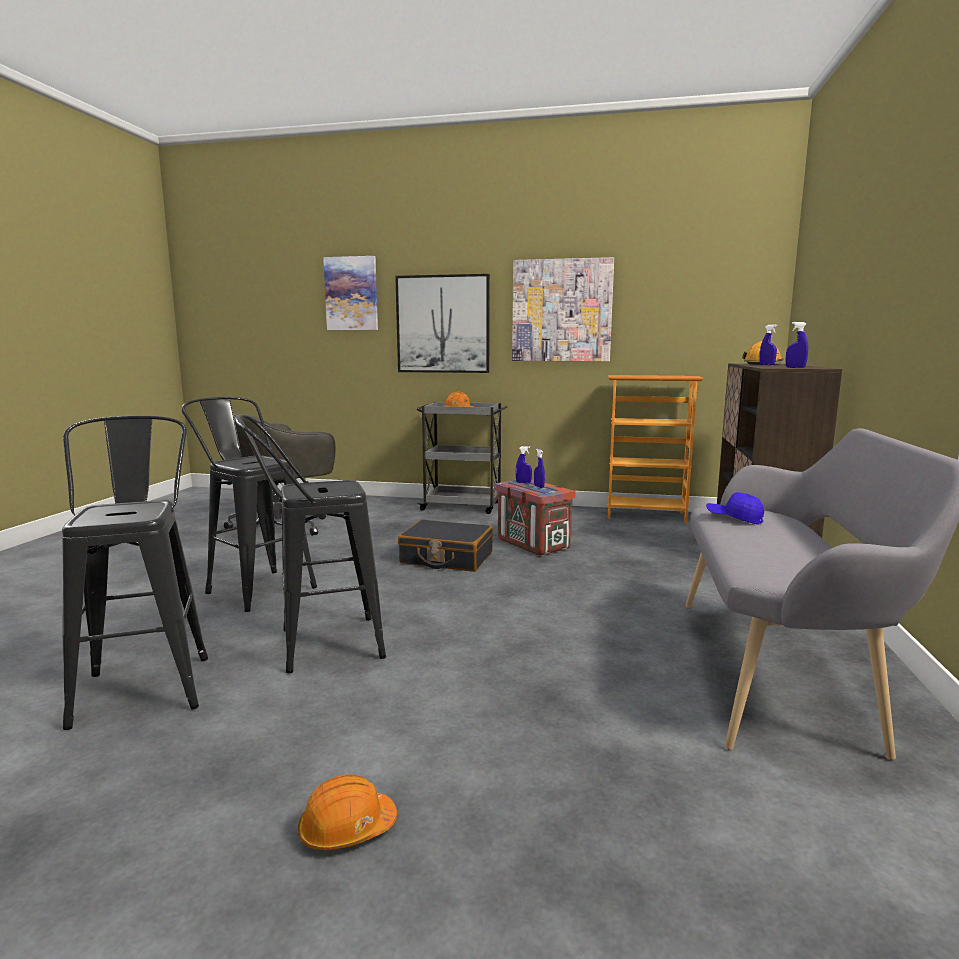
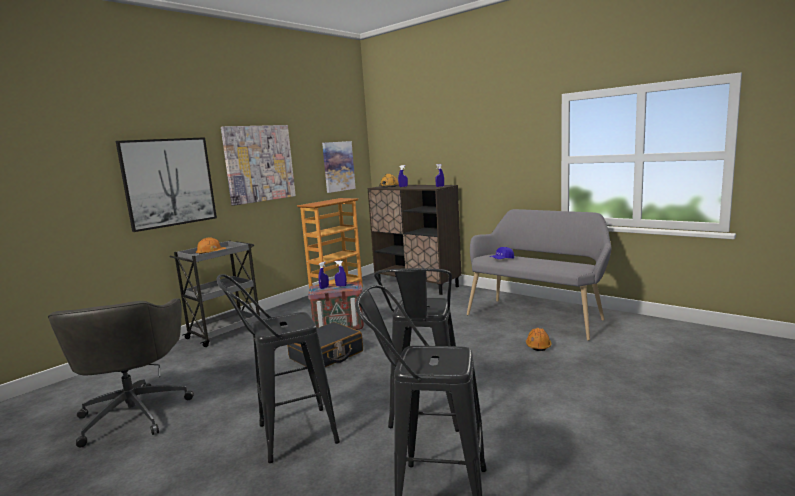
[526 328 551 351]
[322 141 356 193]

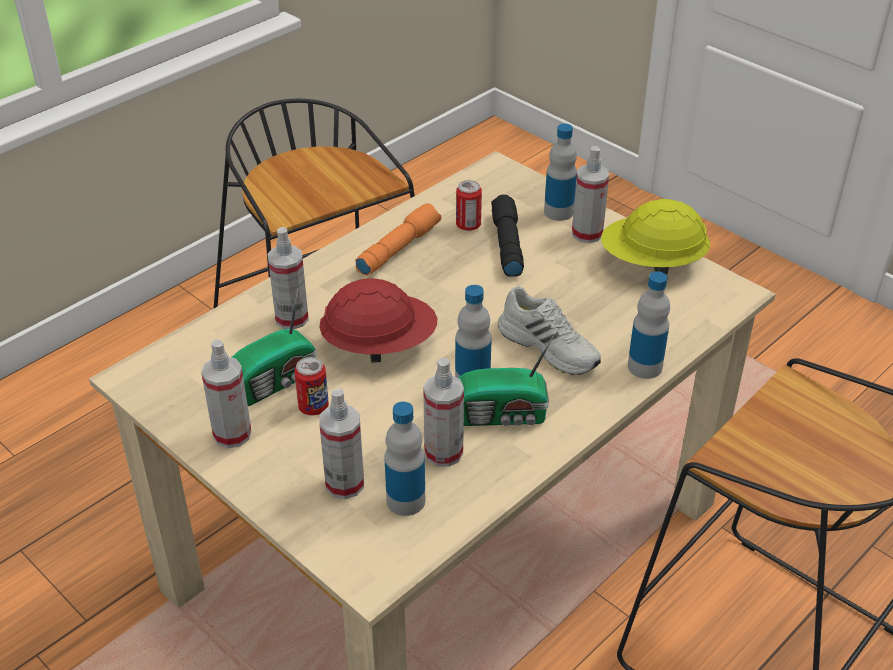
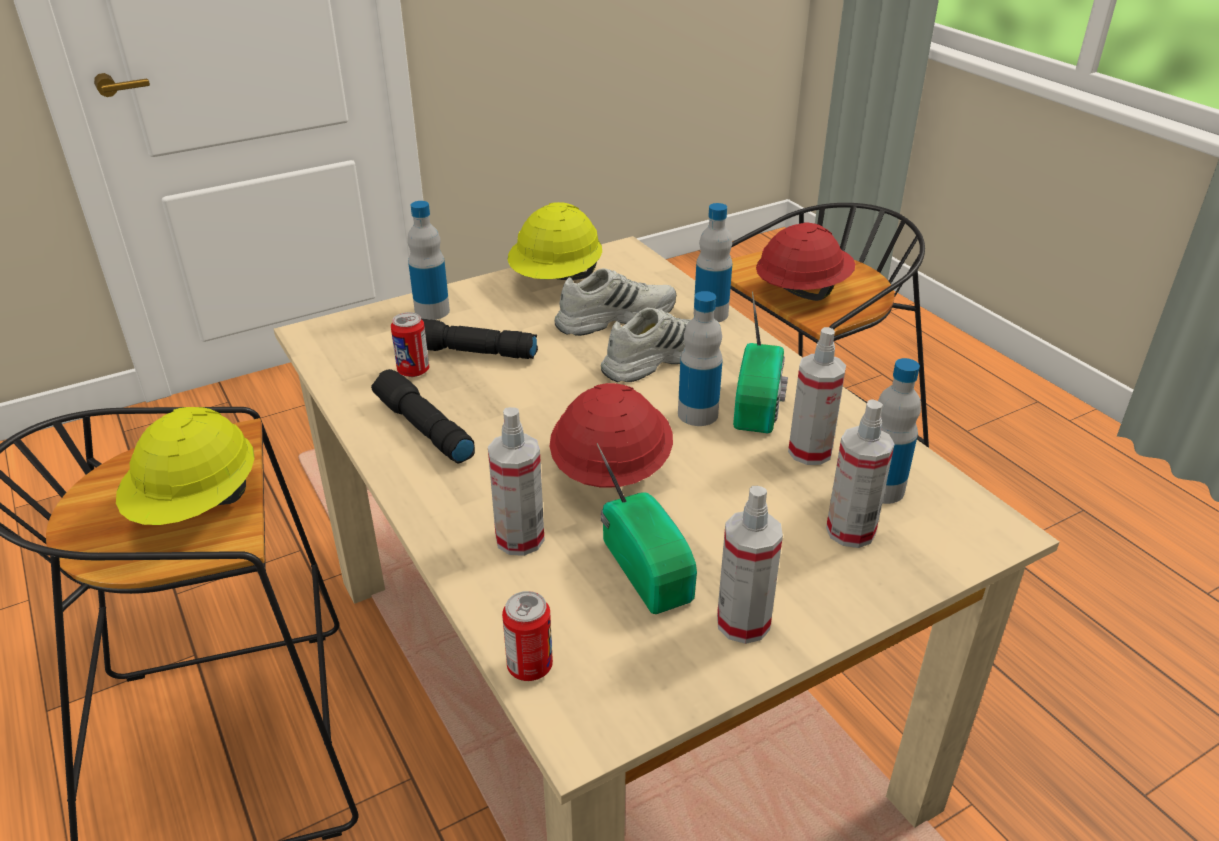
[502 591 553 681]
[371 369 475 463]
[572 146 609 243] (first image)
[116 407 255 525]
[555 268 676 336]
[756 222 855 301]

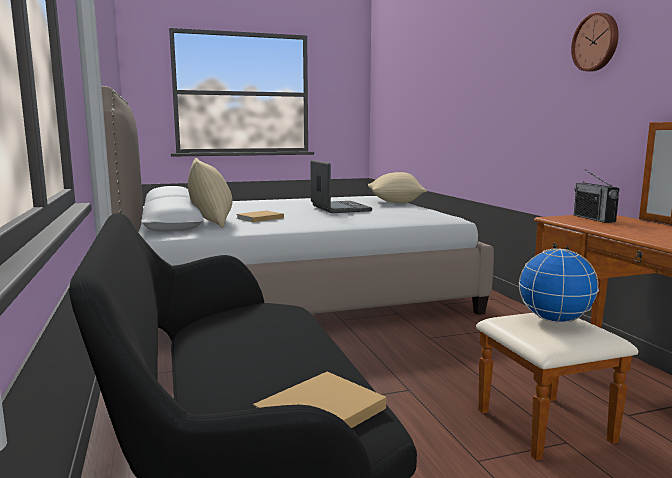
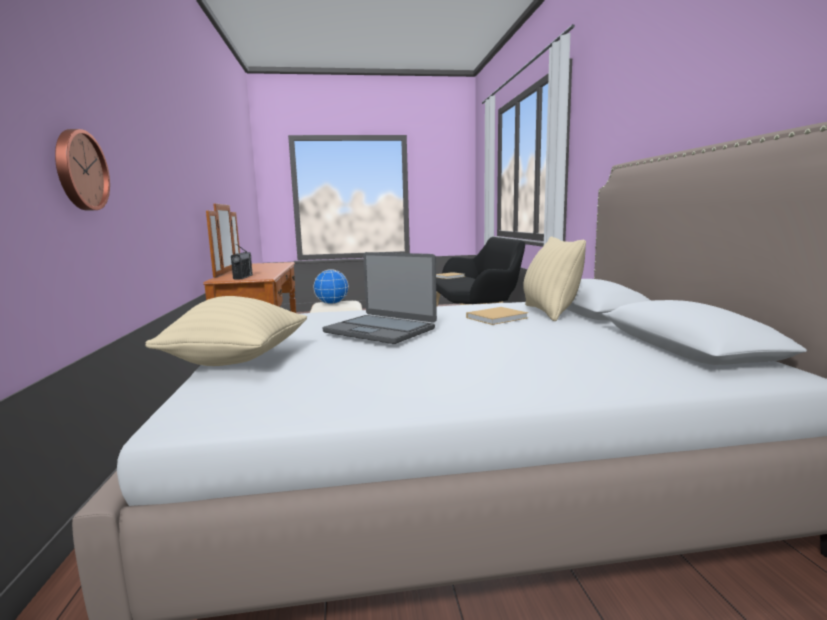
[323 252 437 344]
[55 129 110 211]

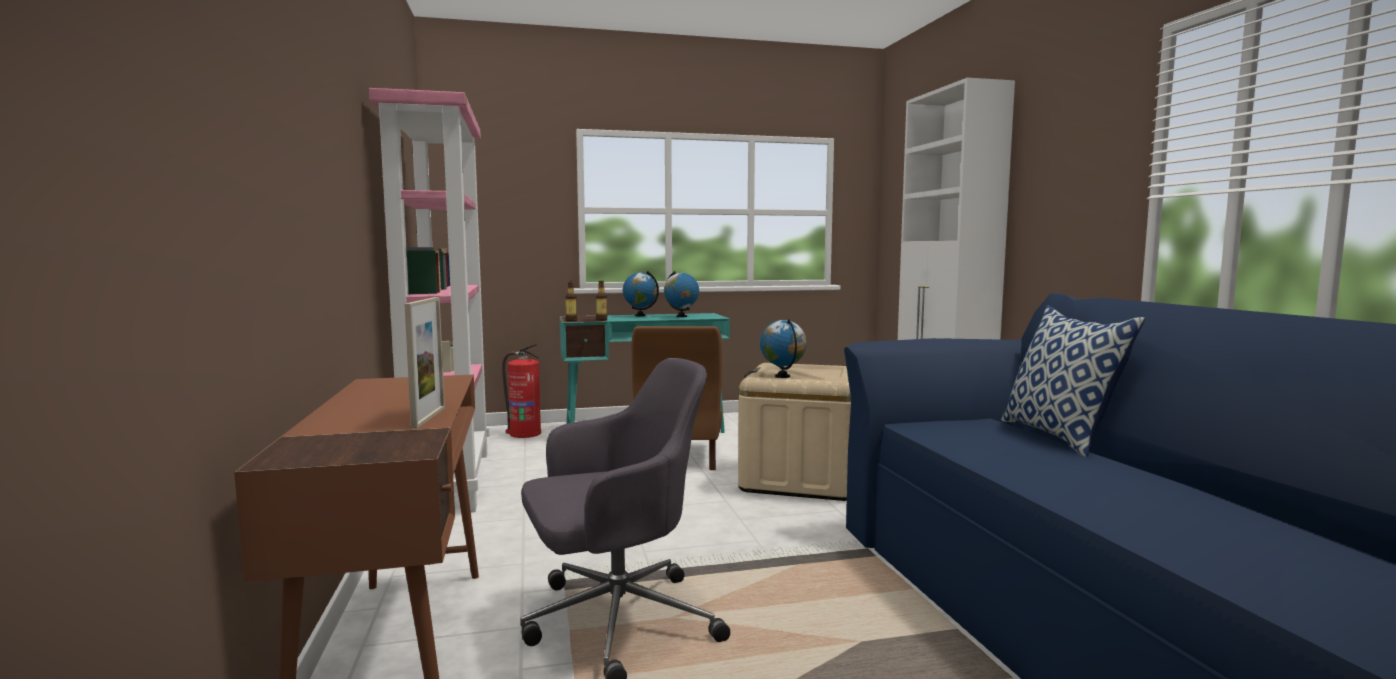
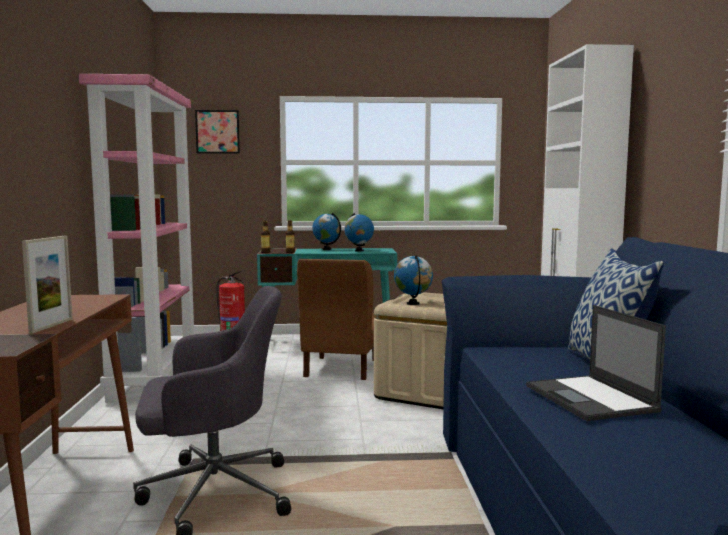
[195 110 240 154]
[526 305 666 421]

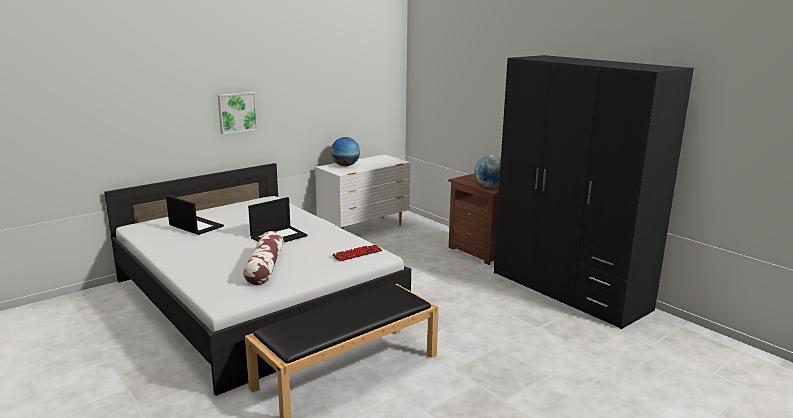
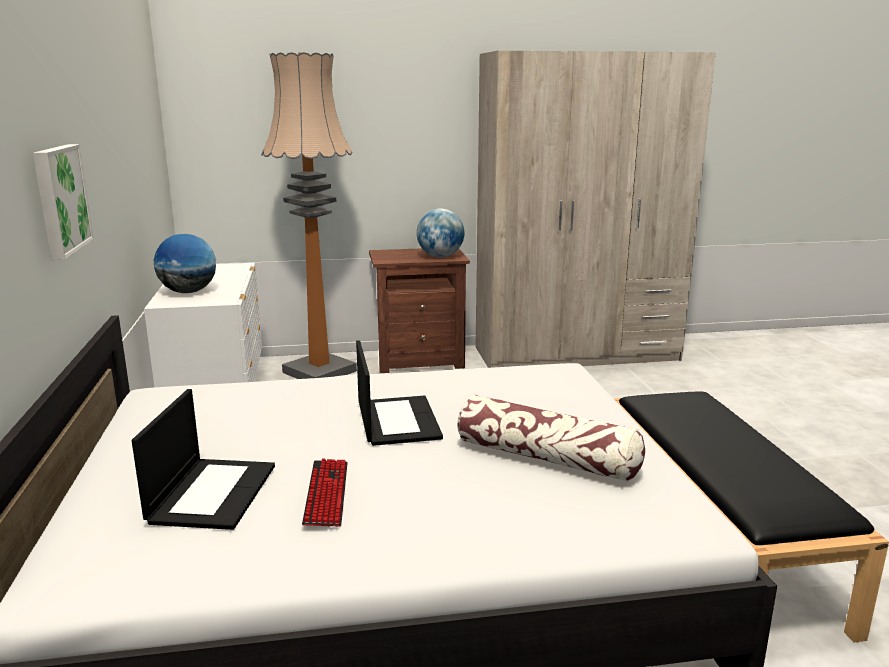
[132 389 275 530]
[302 458 348 527]
[476 51 716 368]
[261 52 357 379]

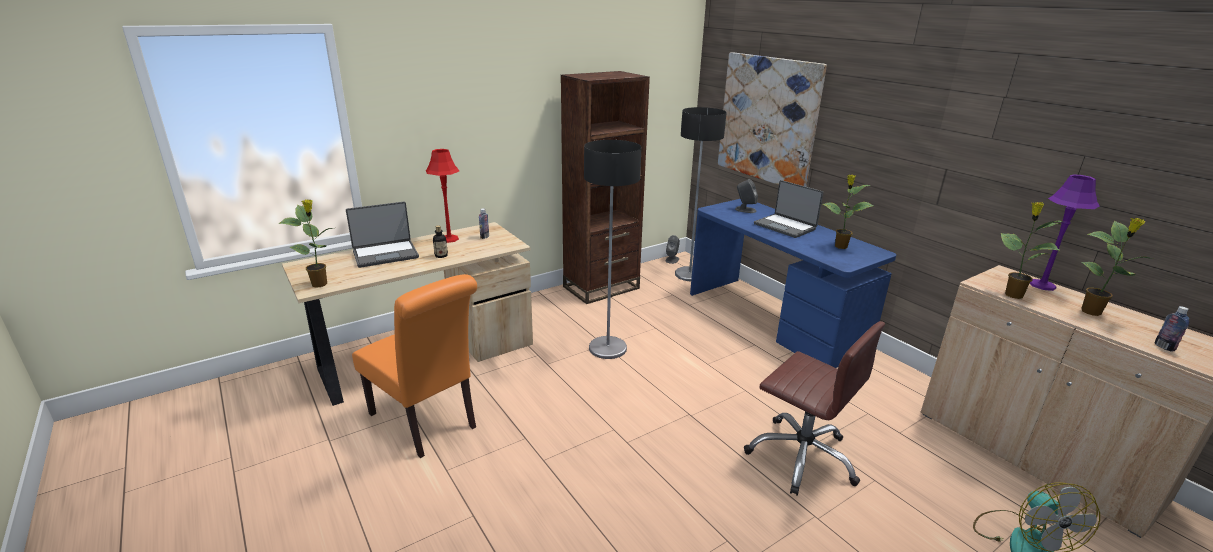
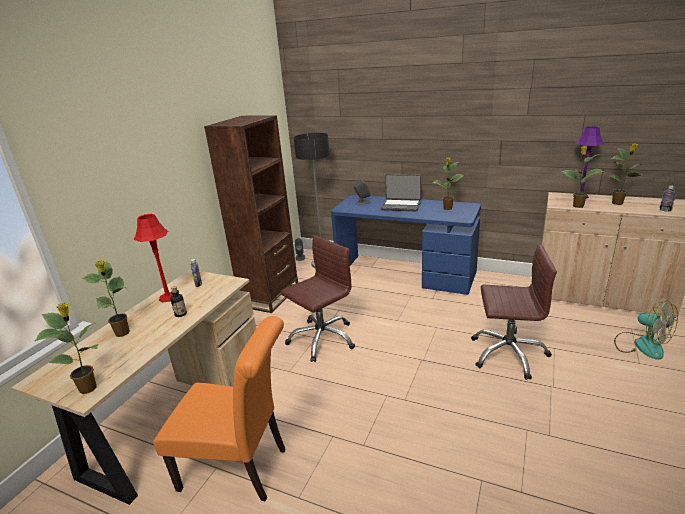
[83 260 130 337]
[281 236 355 362]
[718 52 827 187] (first image)

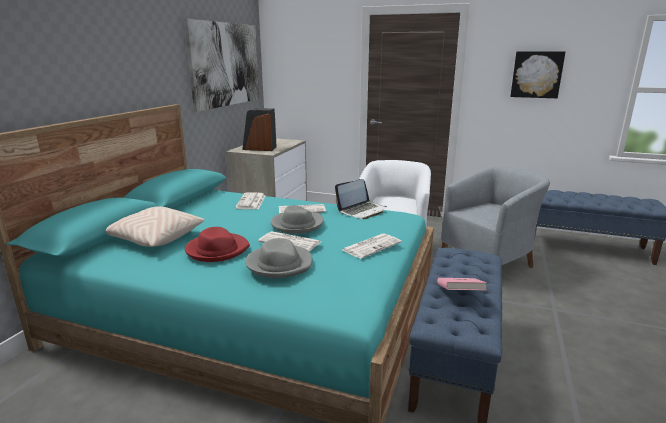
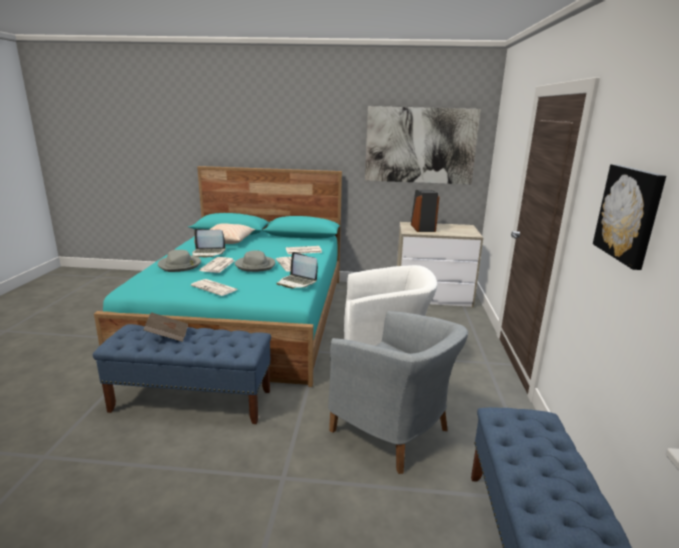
[192 229 226 258]
[143 312 188 342]

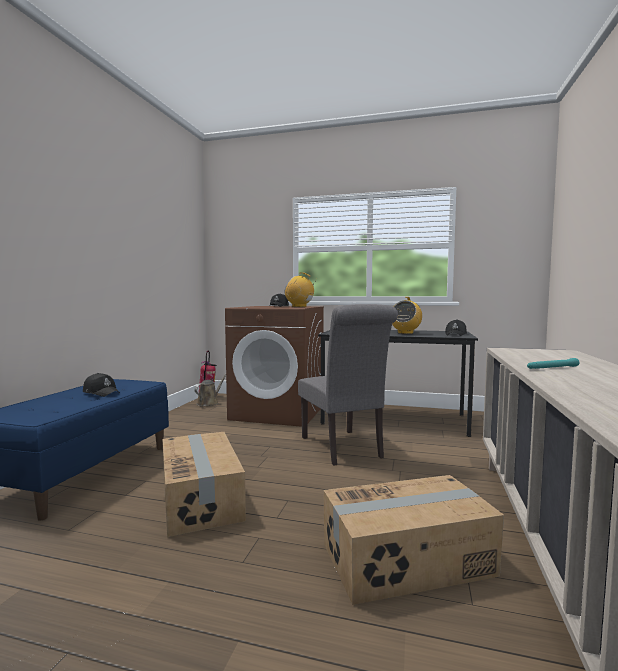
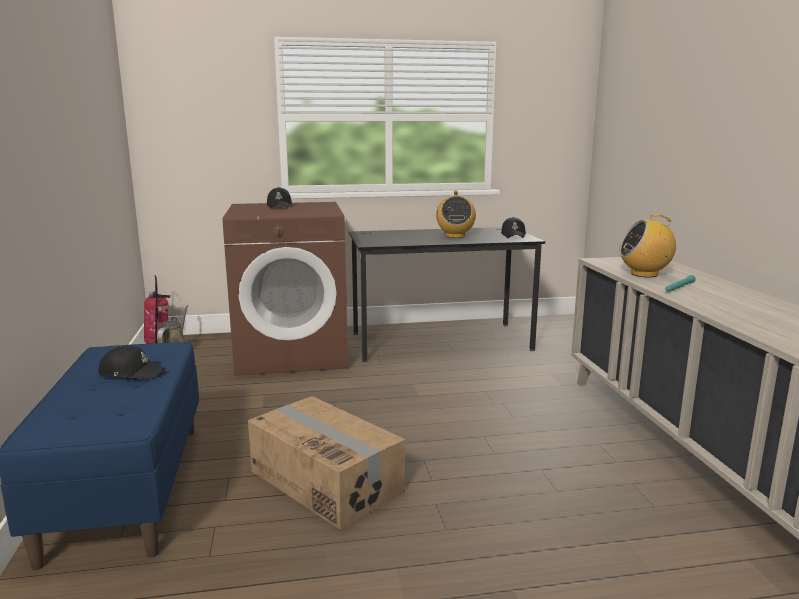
[619 214 676 278]
[298 304 398 466] (first image)
[323 475 504 605] (first image)

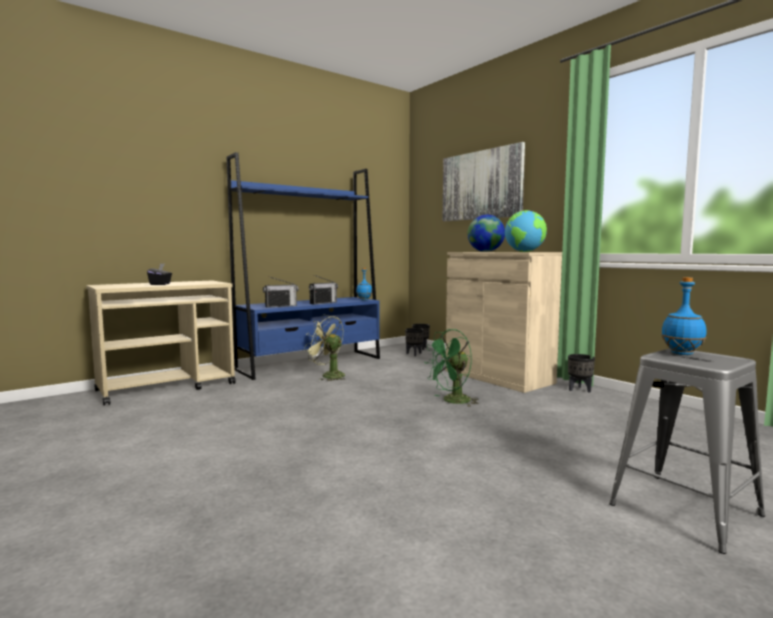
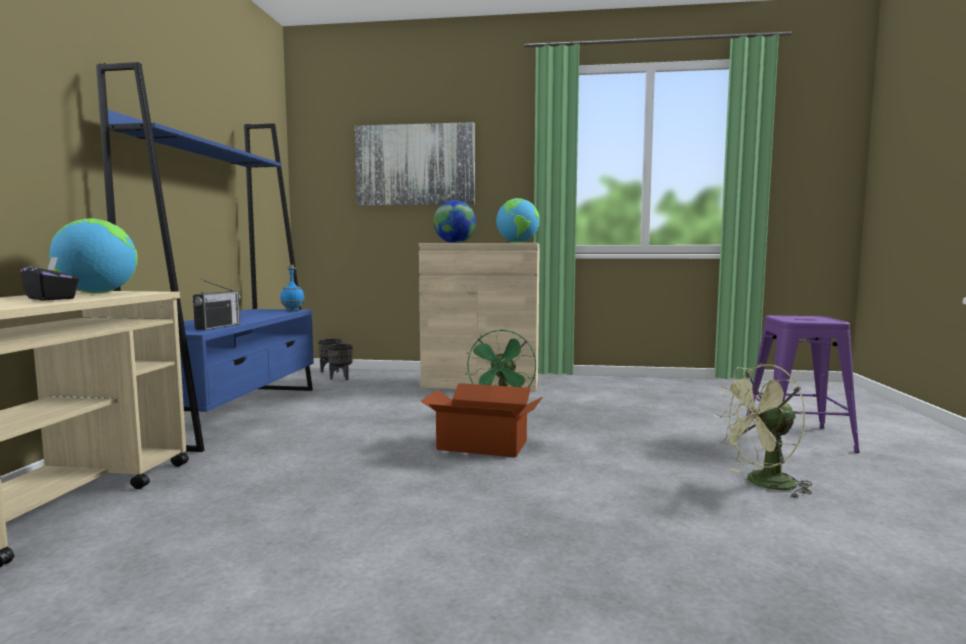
[715 364 812 498]
[309 275 338 305] (first image)
[568 354 595 393] (first image)
[746 315 860 453]
[661 277 706 355] (first image)
[49 218 138 293]
[421 383 543 457]

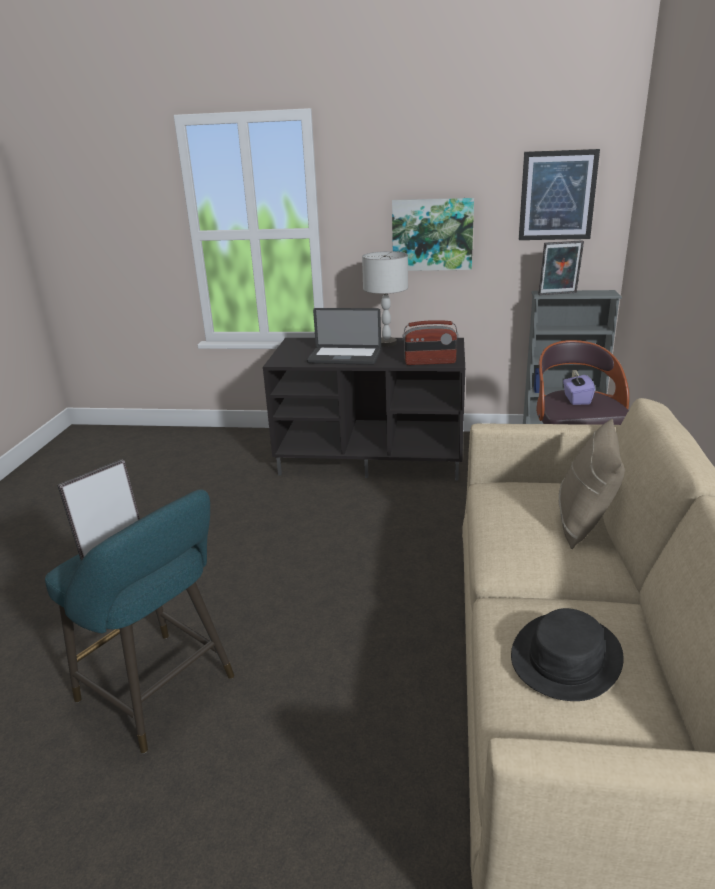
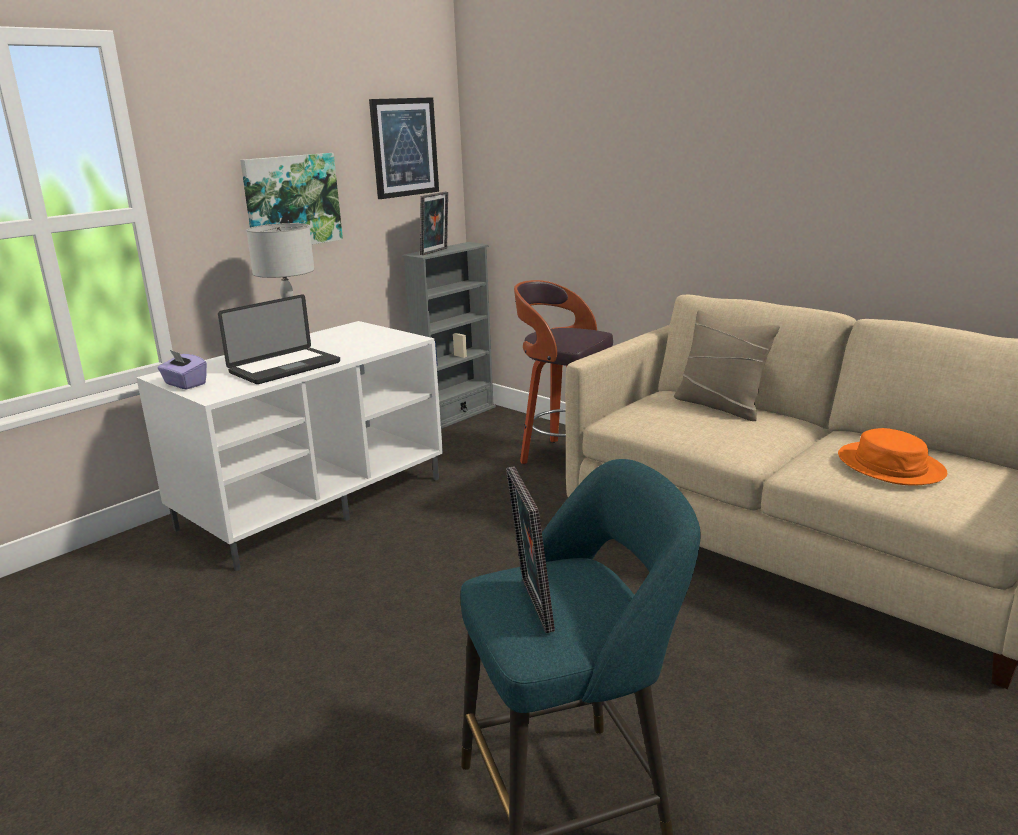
[136 321 443 571]
[402 320 458 365] (first image)
[838 428 947 486]
[157 350 207 390]

